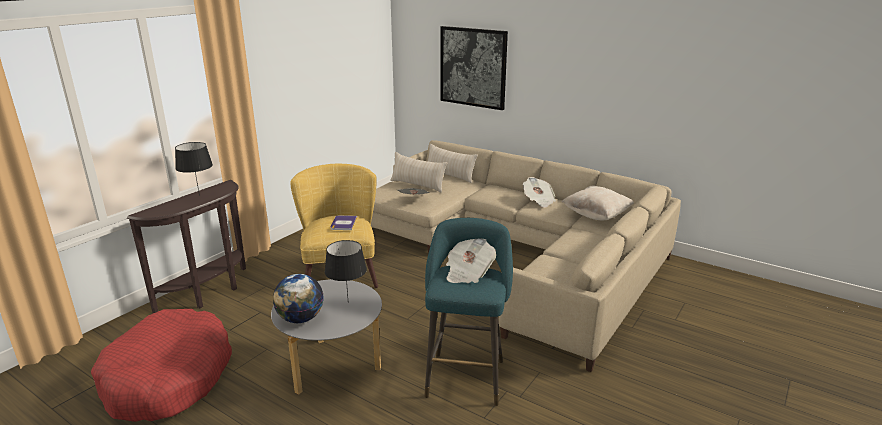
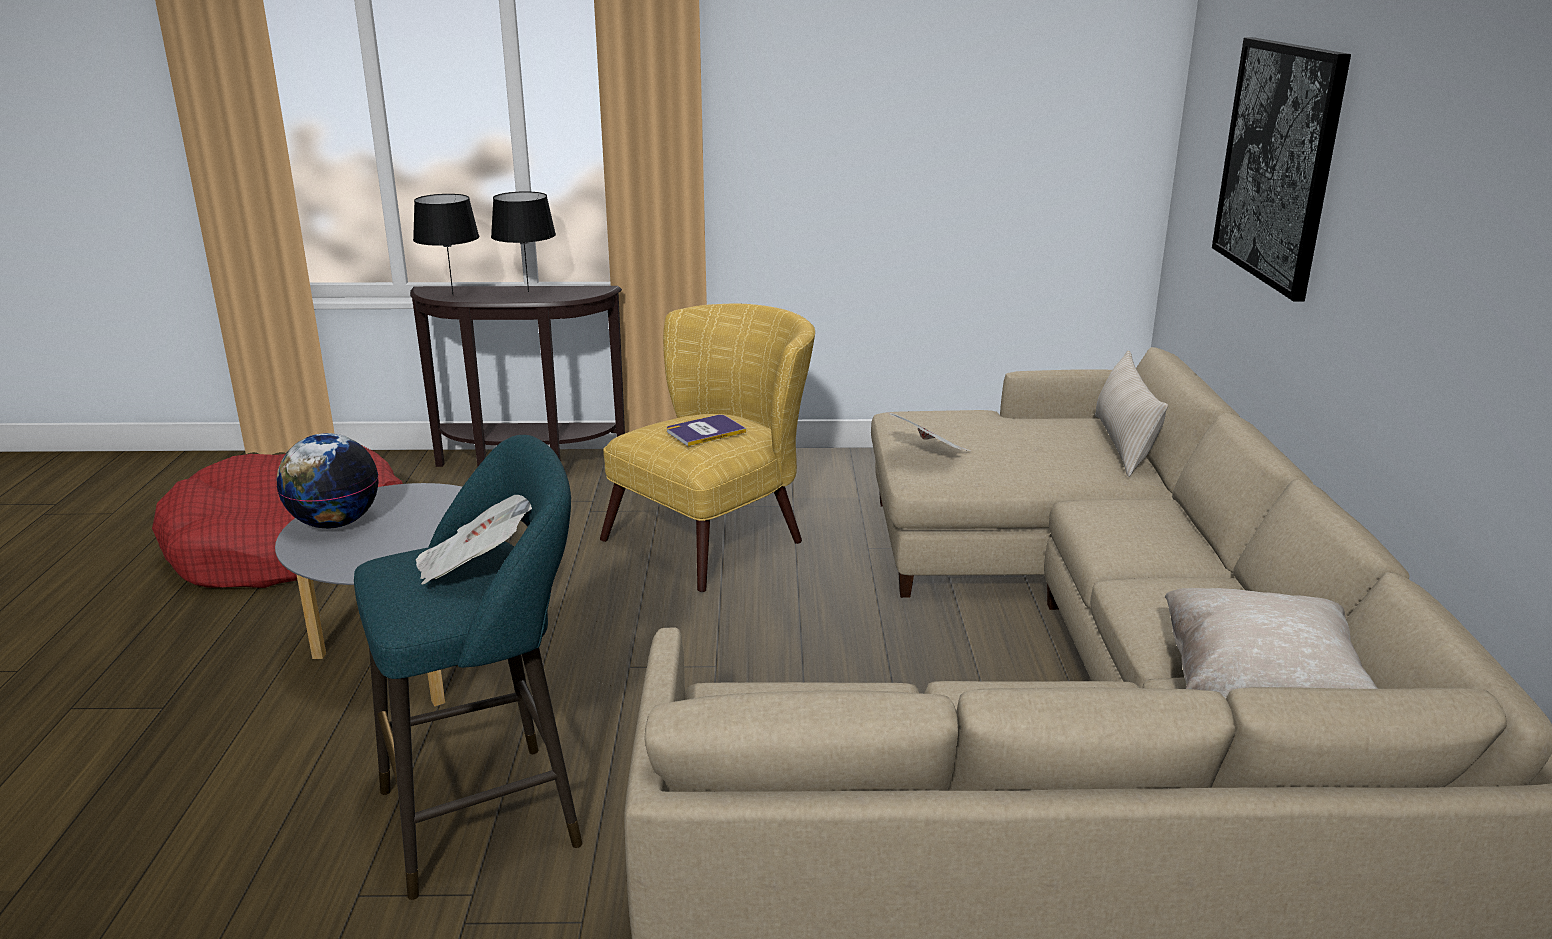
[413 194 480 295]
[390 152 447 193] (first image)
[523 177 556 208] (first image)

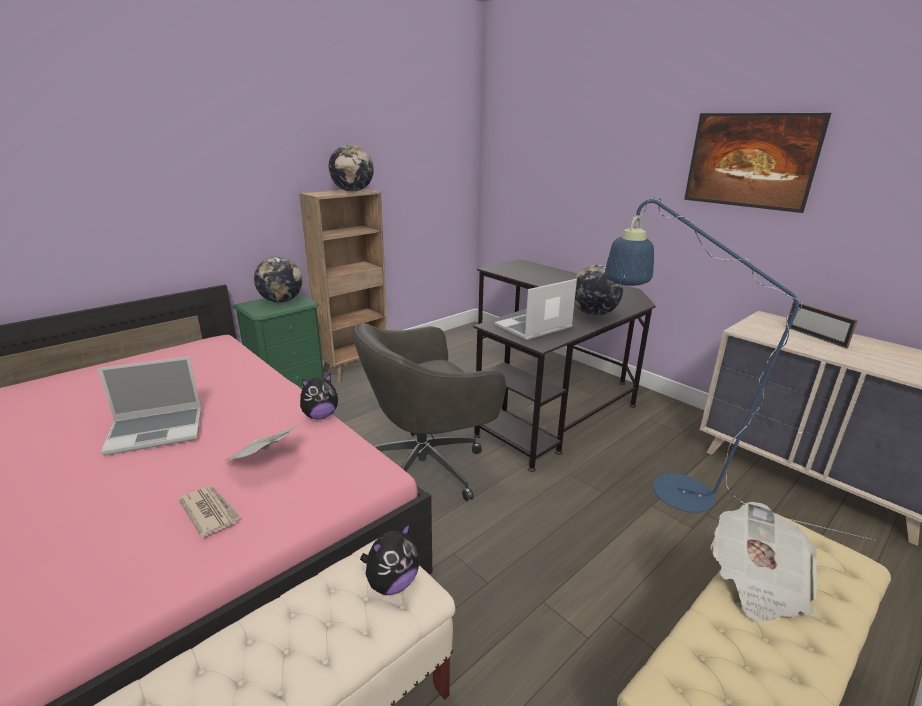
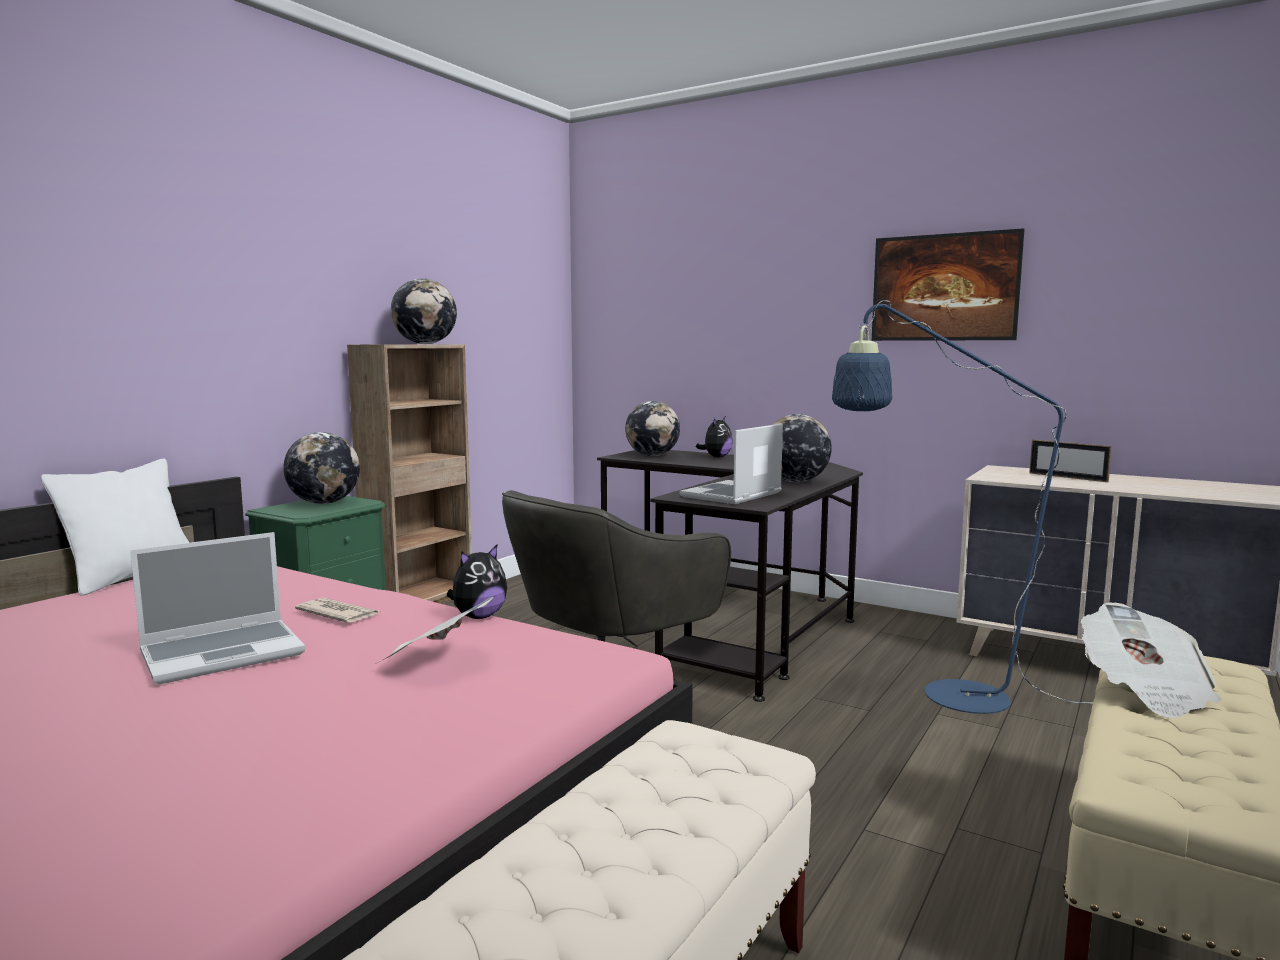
[295 597 379 623]
[696 417 733 458]
[41 459 189 596]
[625 401 680 456]

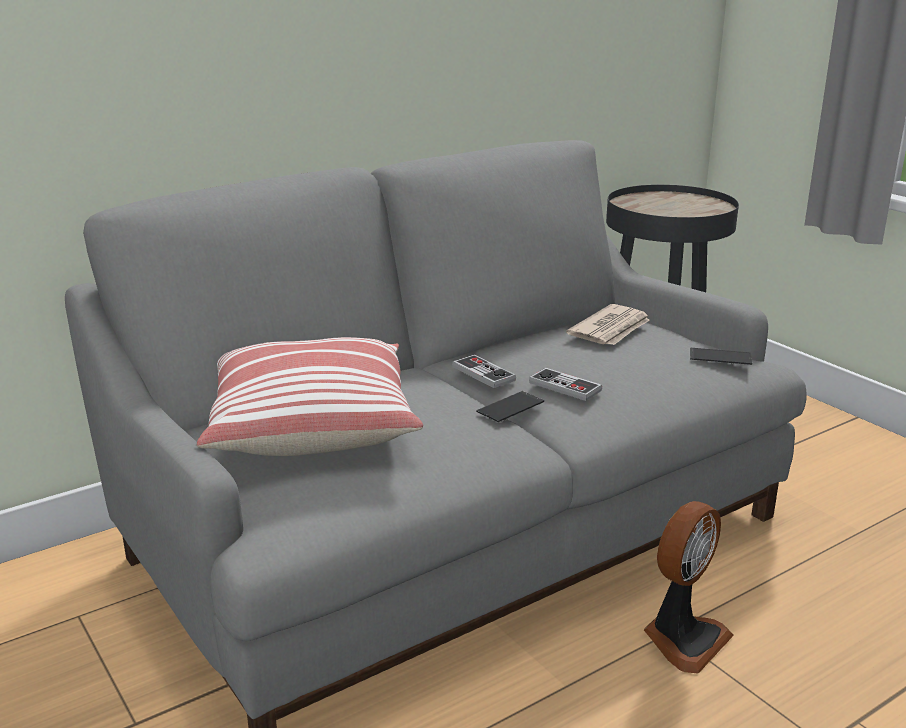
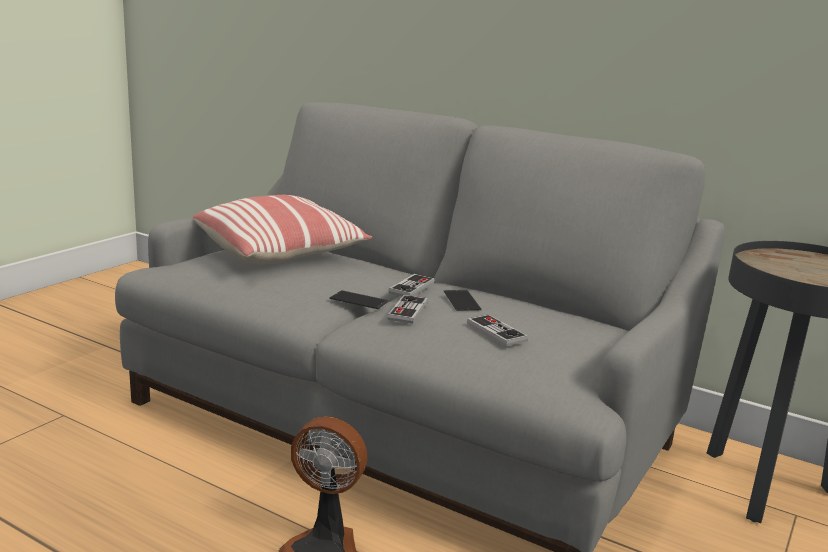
[566 304 650 345] (first image)
[444 290 482 311]
[467 314 528 347]

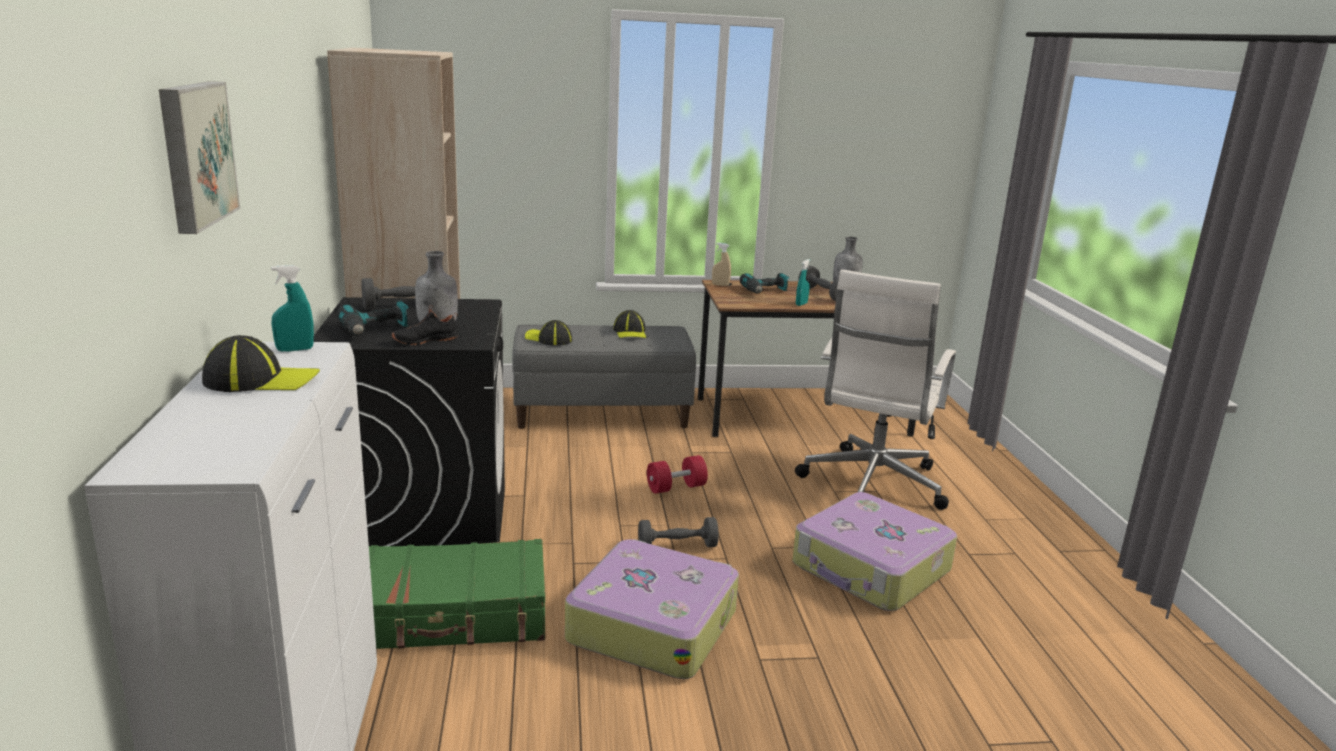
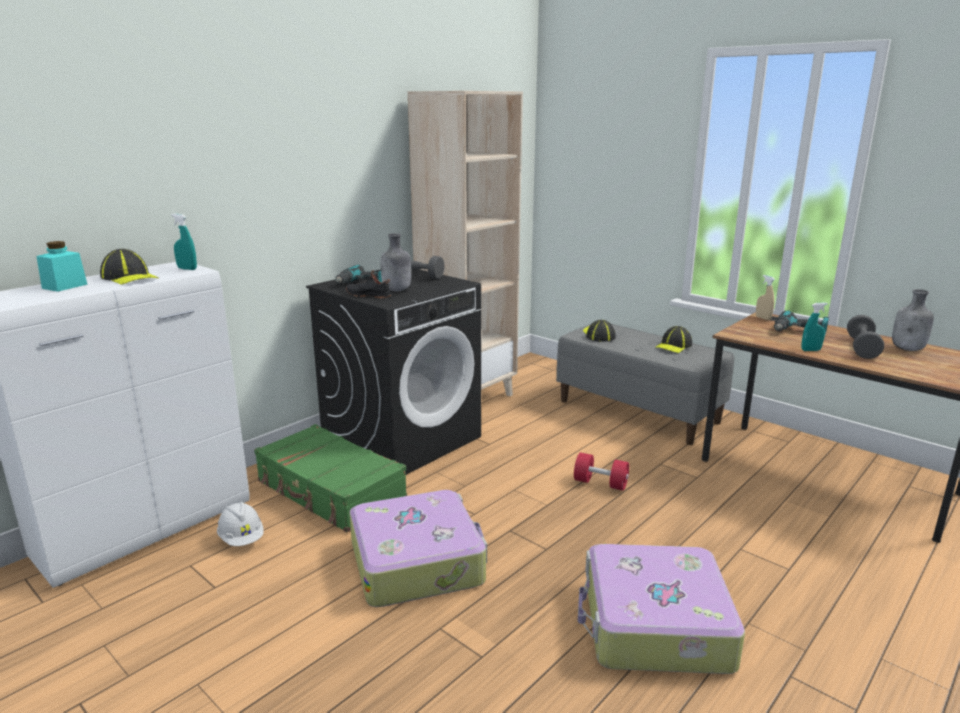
[159 81 240 234] (first image)
[638 517 719 547] (first image)
[795 269 956 510] (first image)
[37 241 88 292]
[217 502 264 546]

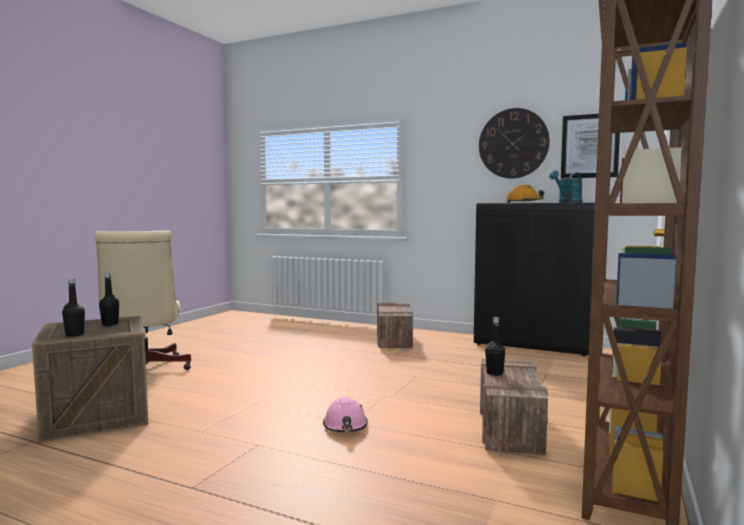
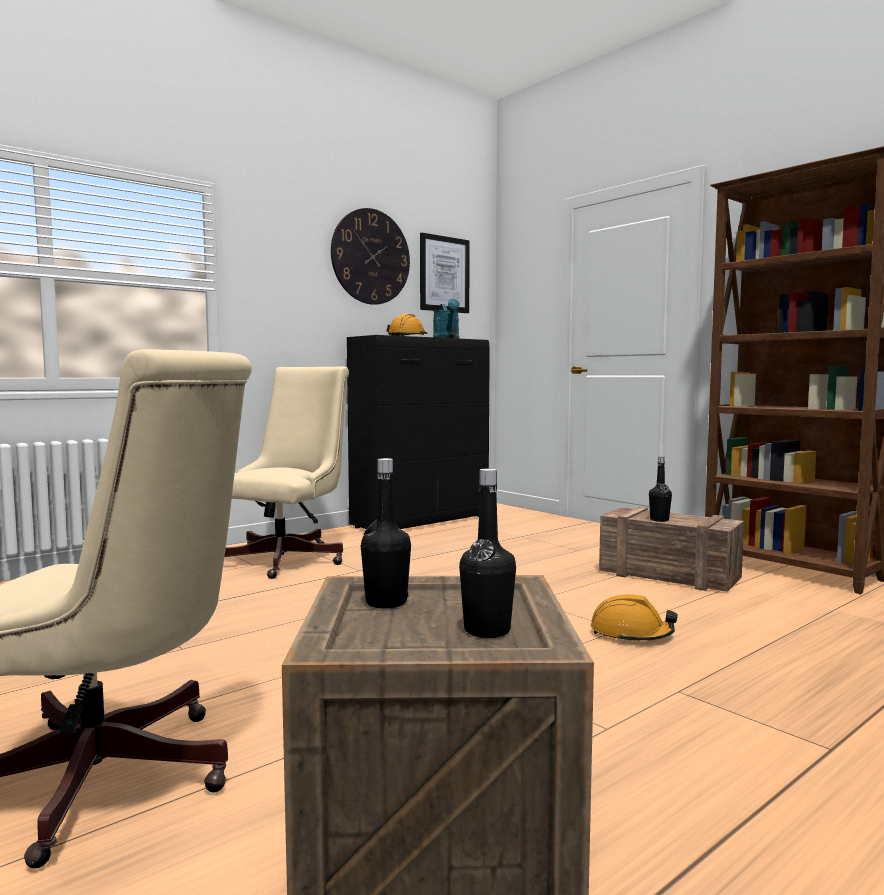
[591 594 678 643]
[225 366 349 579]

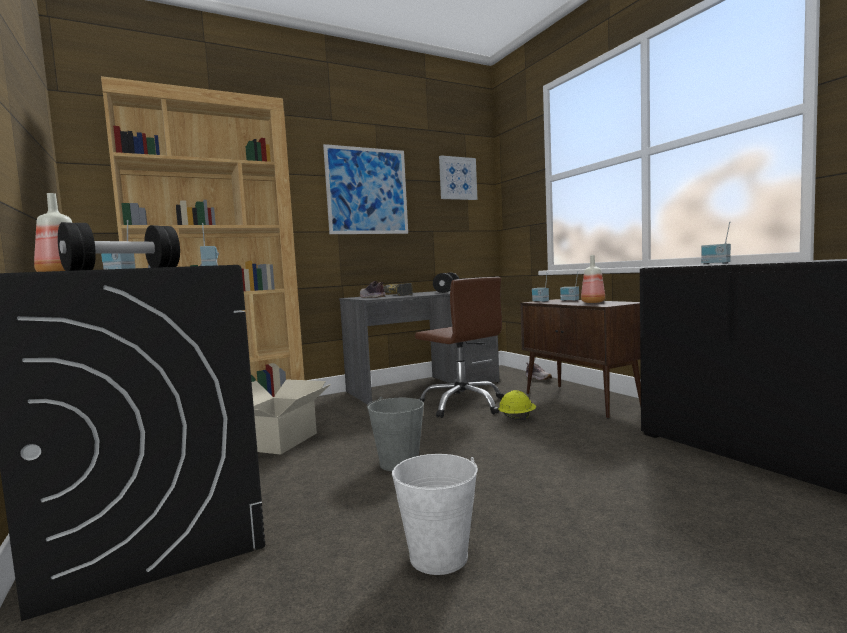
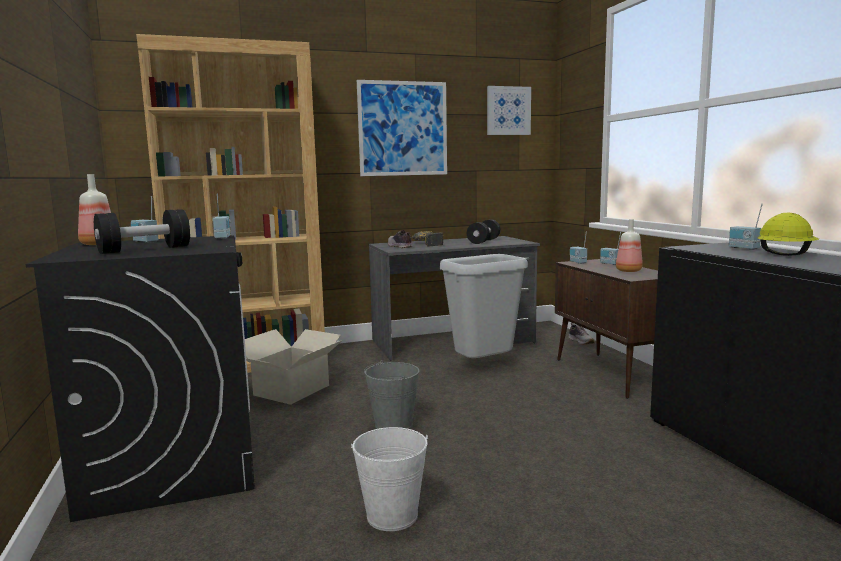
[440 254 528 358]
[757 213 819 256]

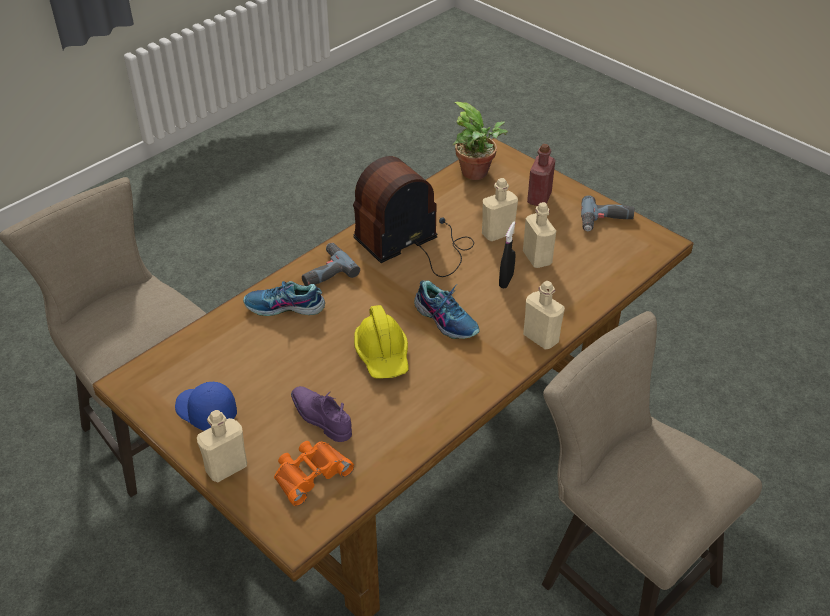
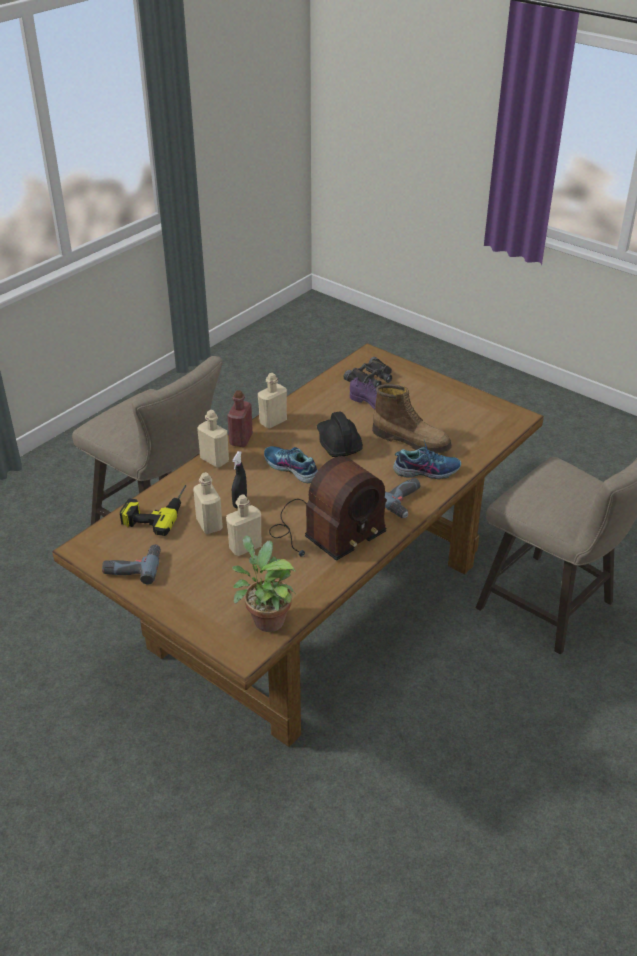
[175 382 237 431] (first image)
[258 373 287 429]
[344 357 392 388]
[317 411 363 457]
[227 390 253 447]
[120 485 186 536]
[372 384 452 454]

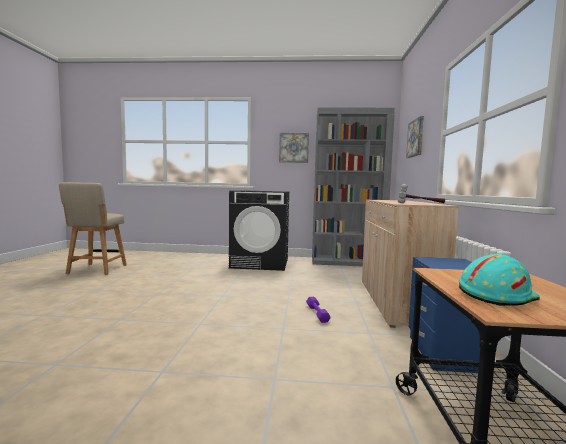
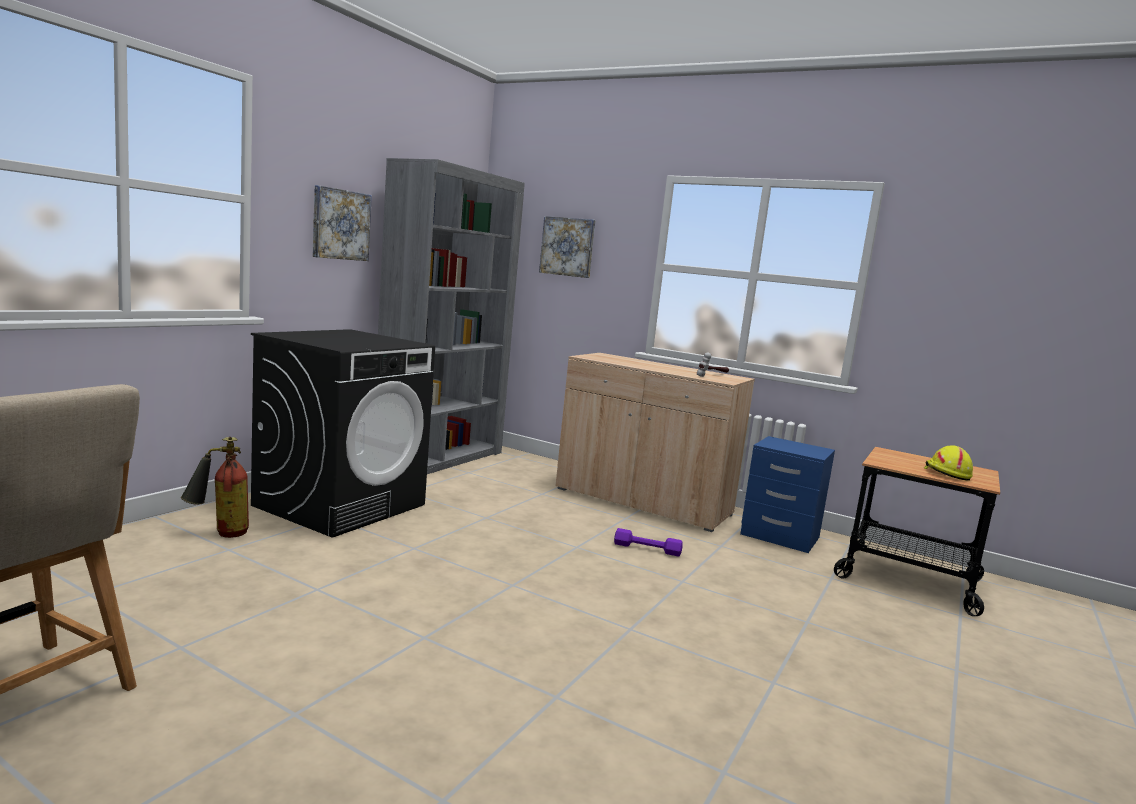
[924 446 973 481]
[181 437 249 538]

